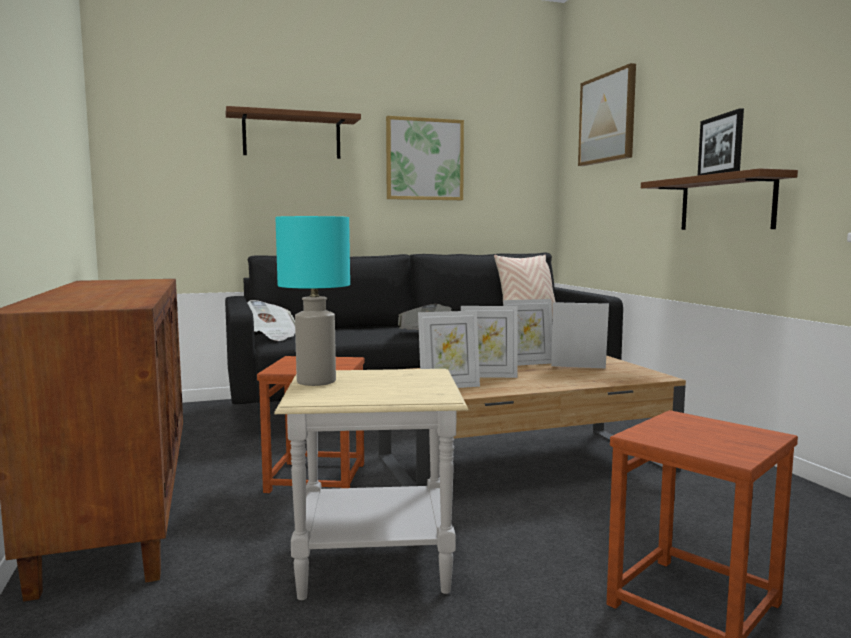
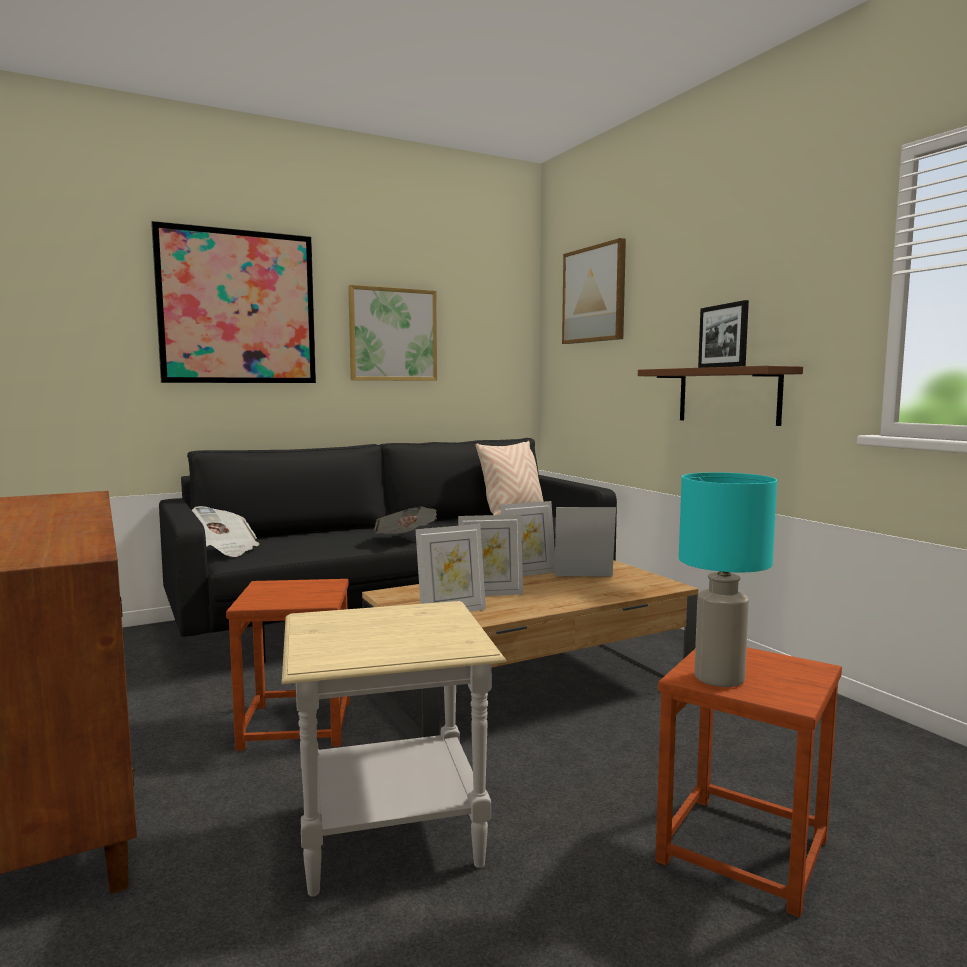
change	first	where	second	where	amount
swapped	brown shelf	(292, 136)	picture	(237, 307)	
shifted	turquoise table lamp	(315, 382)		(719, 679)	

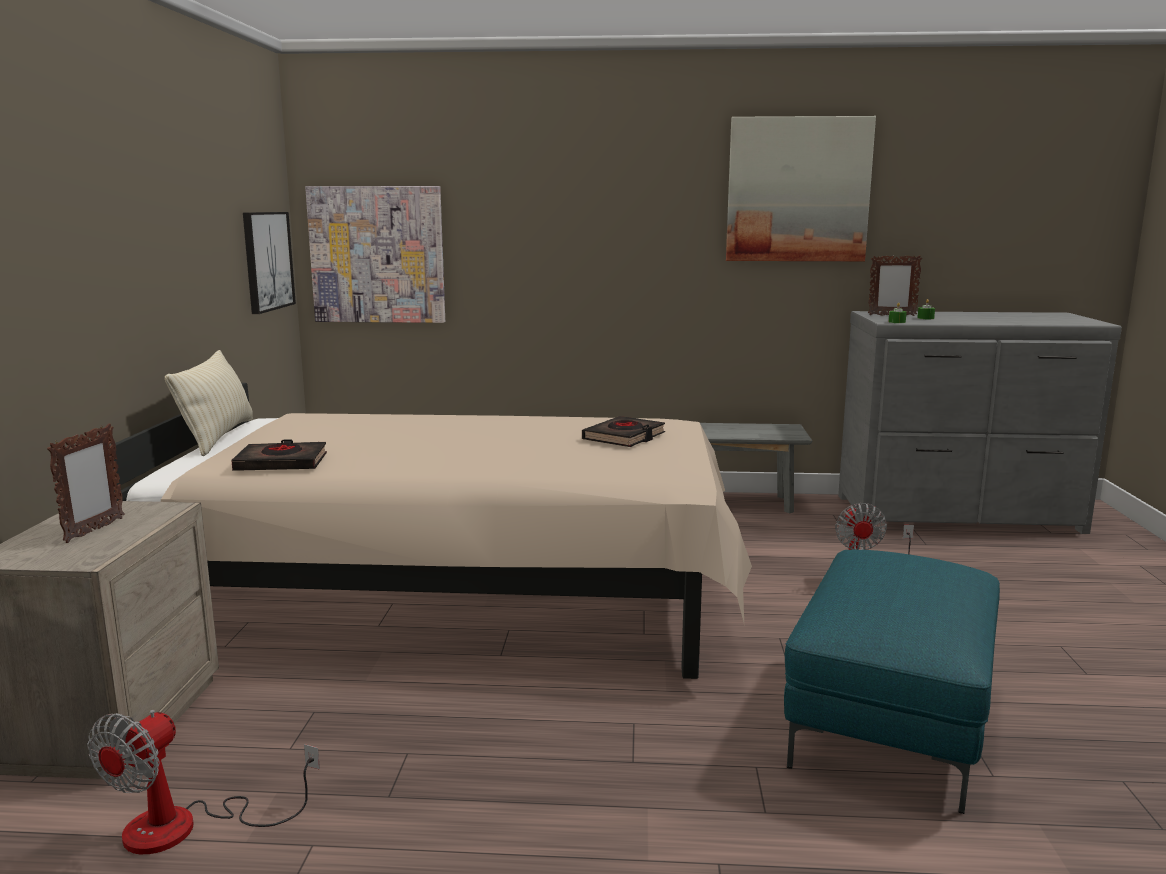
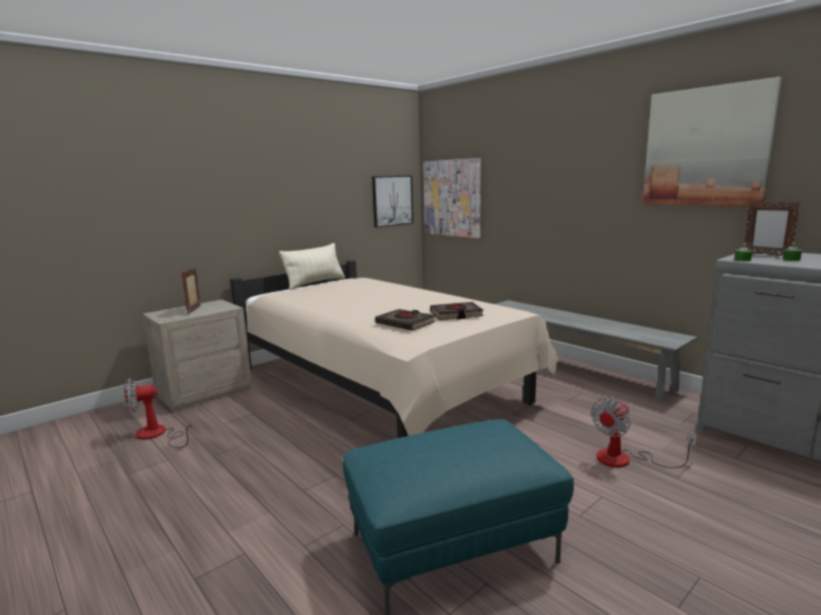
change	first	where	second	where	amount
rotated	picture frame	(94, 530)		(194, 310)	120 degrees clockwise
shifted	black book	(281, 463)		(405, 323)	

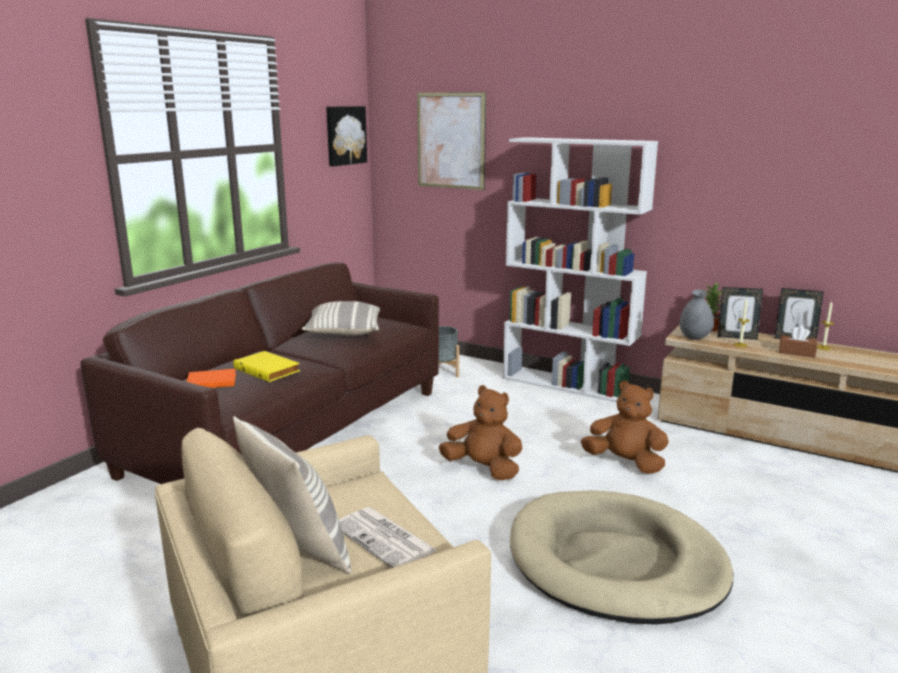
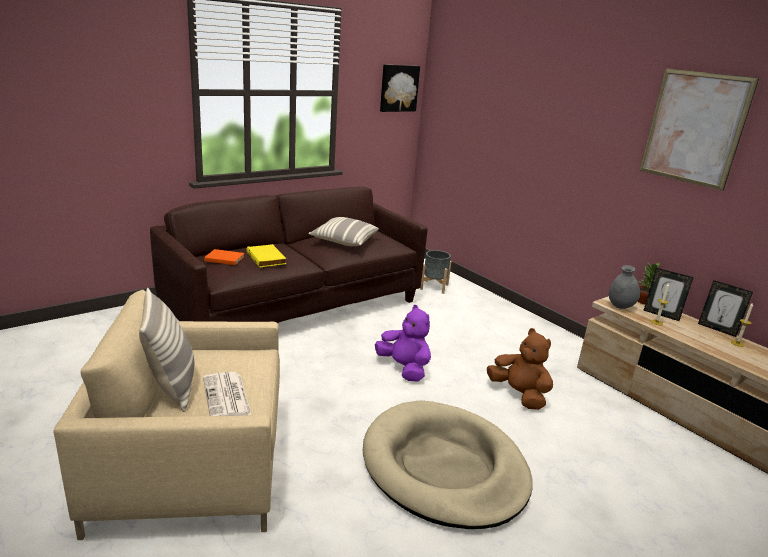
change	first	where	second	where	amount
repainted	brown plush toy	(483, 469)	purple plush toy	(404, 368)	
shifted	picture	(451, 141)		(694, 128)	
gone	white bookcase	(569, 384)			
gone	brown tissue box	(796, 352)			

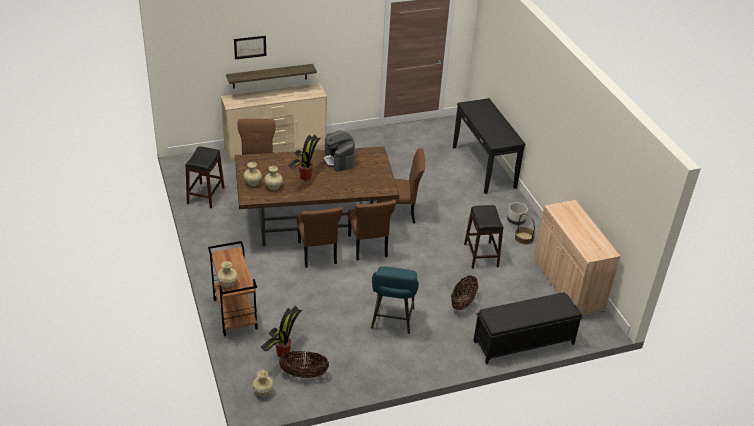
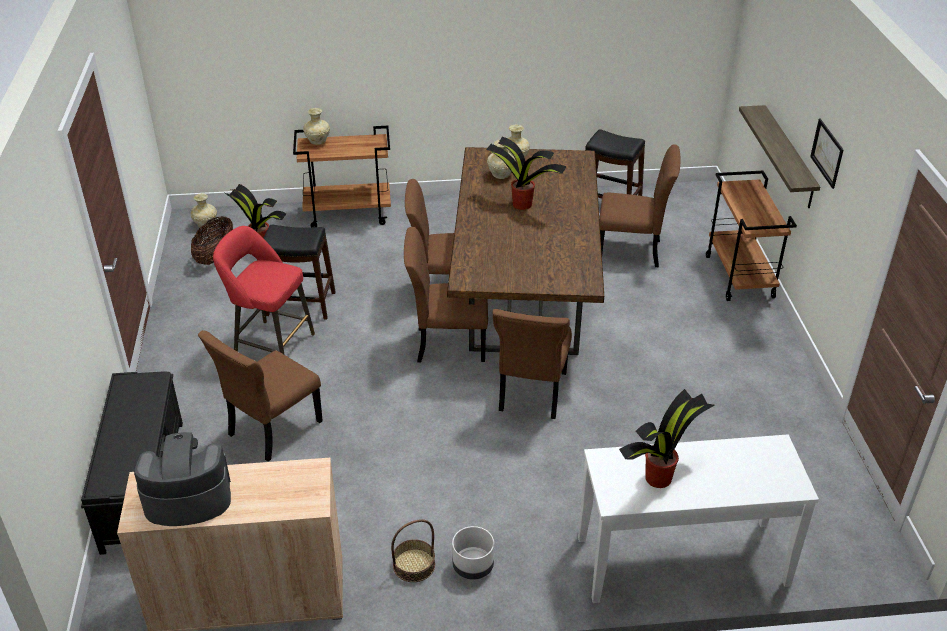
change	first	where	second	where	amount
shifted	coffee machine	(339, 160)		(187, 499)	
swapped	basket	(463, 302)	brown chair	(272, 430)	
repainted	turquoise stool	(392, 320)	red stool	(270, 344)	
shifted	black stool	(481, 255)		(301, 304)	
repainted	black console table	(484, 167)	white console table	(682, 562)	
new			potted plant	(659, 477)	
swapped	beige dresser	(276, 148)	brown cart	(740, 277)	
shifted	picture	(250, 47)		(827, 153)	

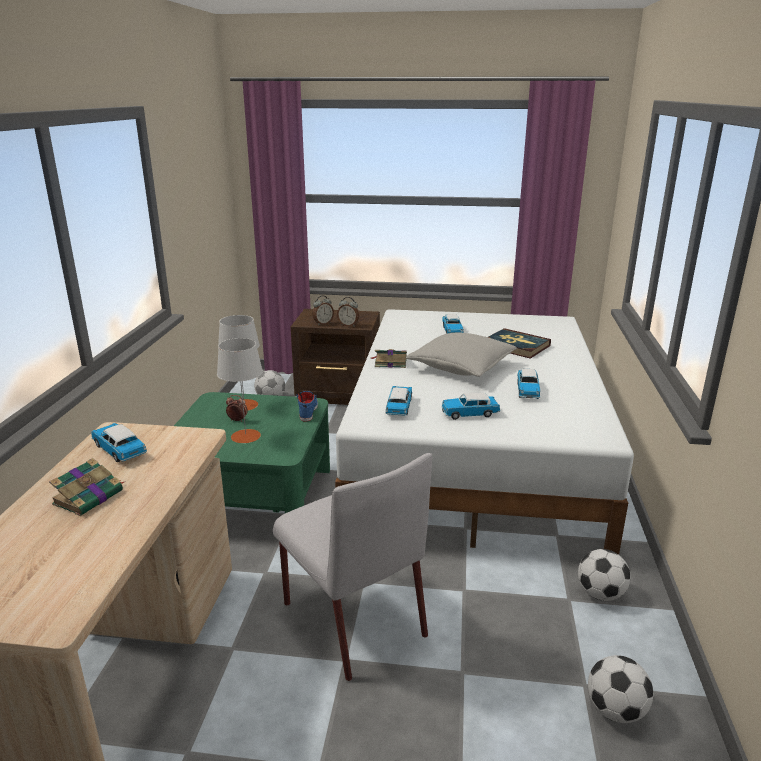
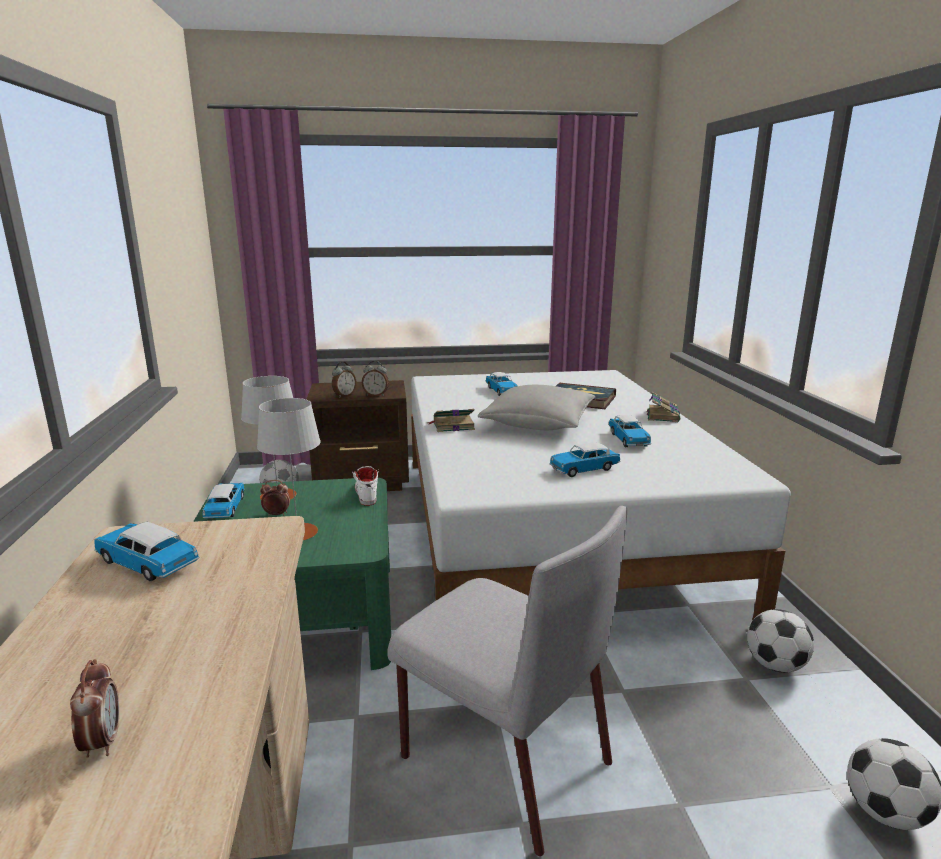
change	first	where	second	where	amount
new			alarm clock	(102, 742)	
shifted	toy car	(399, 407)		(225, 508)	
repainted	blue shoe	(308, 411)	white shoe	(366, 493)	
shifted	book	(90, 497)		(662, 415)	

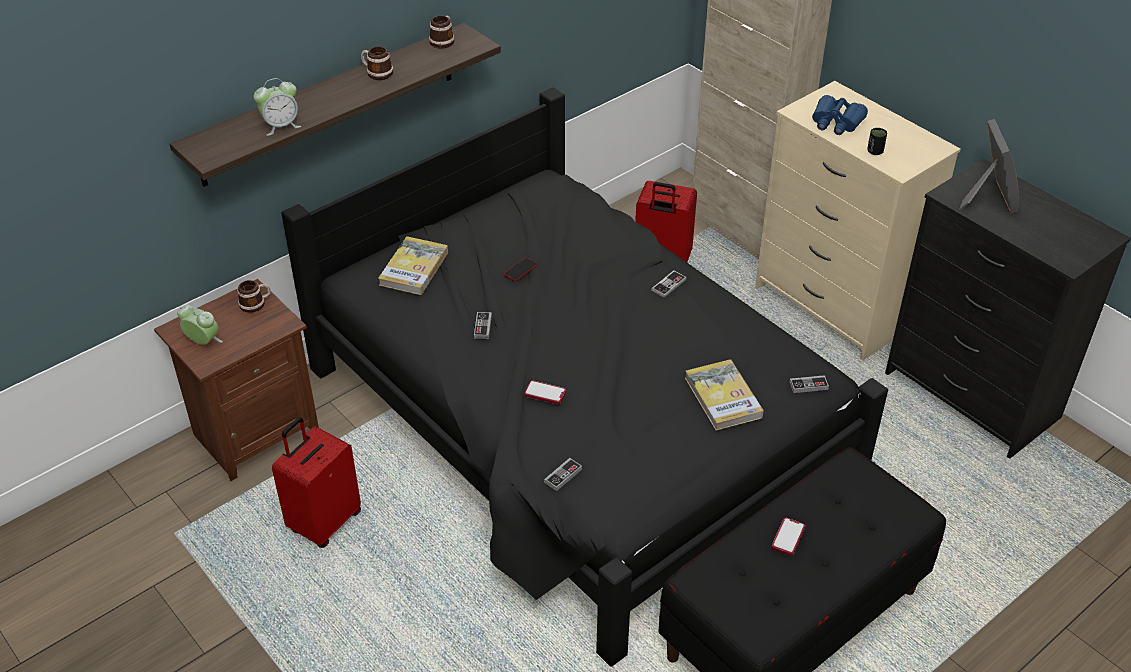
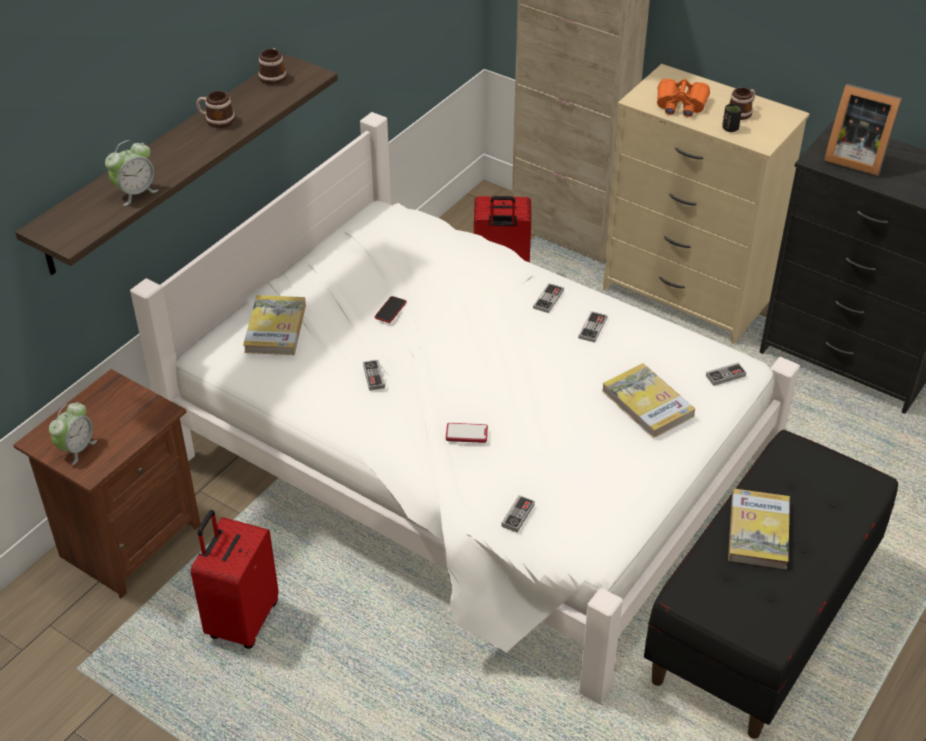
change	first	where	second	where	amount
rotated	alarm clock	(203, 342)		(76, 449)	105 degrees clockwise
repainted	black bed	(578, 423)	white bed	(474, 461)	
new			game controller	(592, 328)	
repainted	blue binoculars	(836, 122)	orange binoculars	(681, 105)	
swapped	phone	(788, 537)	book	(758, 531)	
shifted	mug	(256, 303)		(741, 112)	
rotated	picture frame	(987, 198)		(854, 157)	135 degrees clockwise

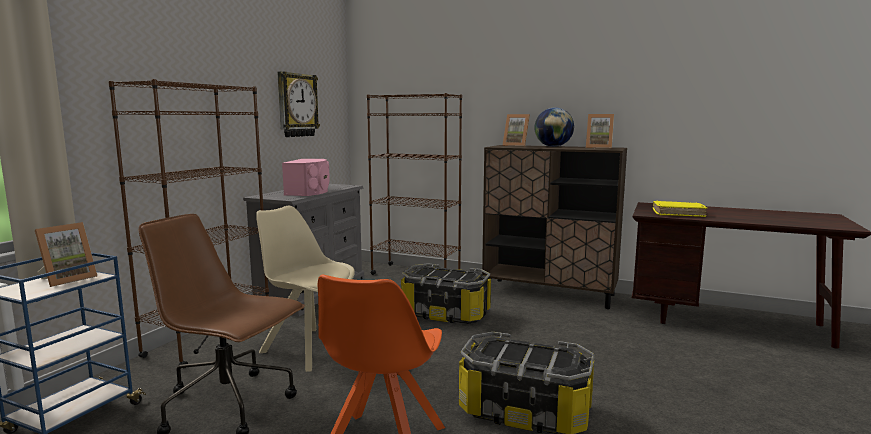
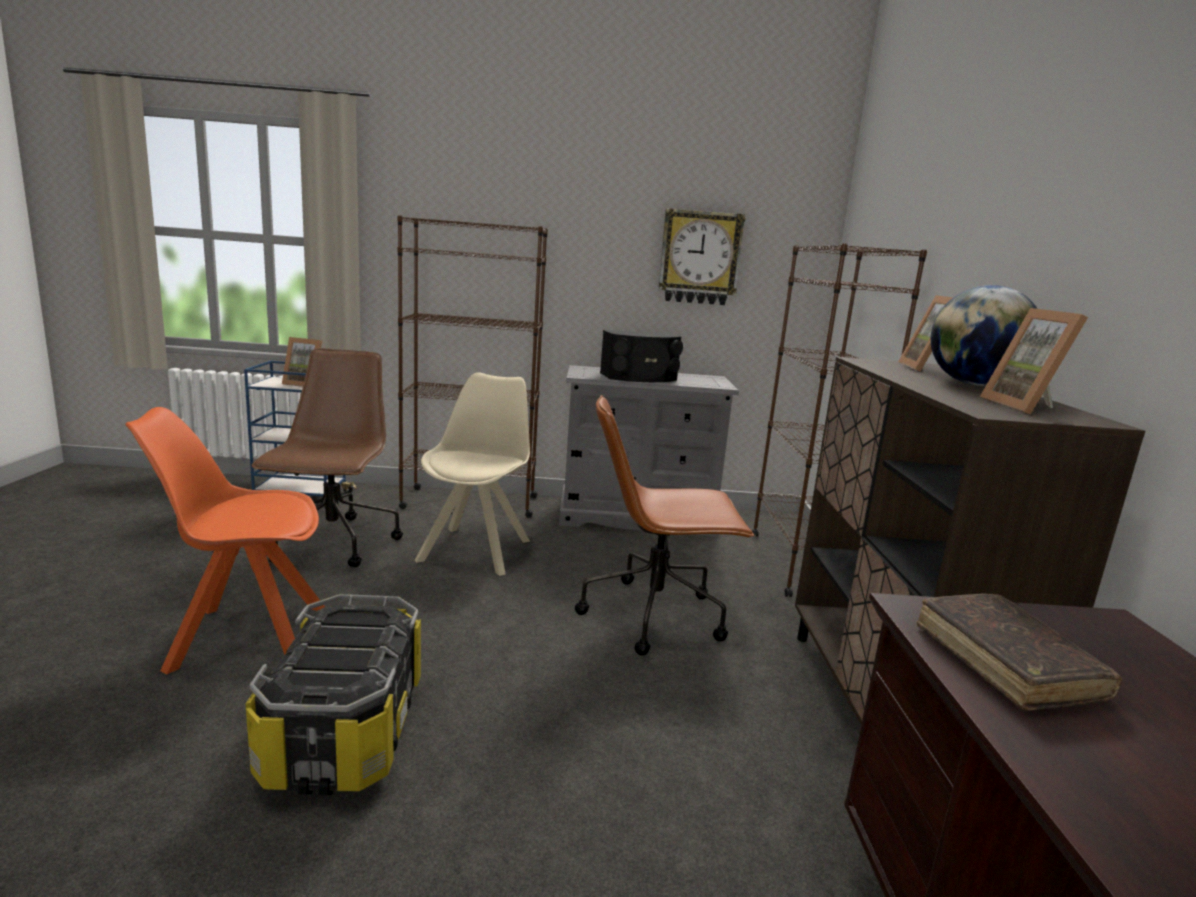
change	first	where	second	where	amount
swapped	storage box	(445, 314)	brown office chair	(656, 615)	
repainted	pink speaker	(309, 192)	black speaker	(640, 377)	
repainted	yellow book	(678, 214)	brown book	(1006, 663)	

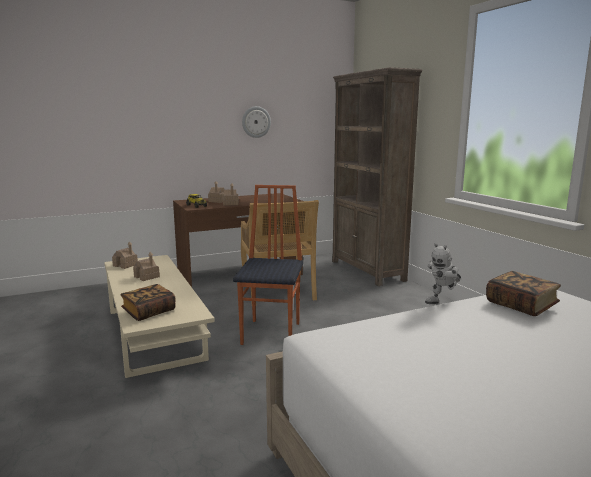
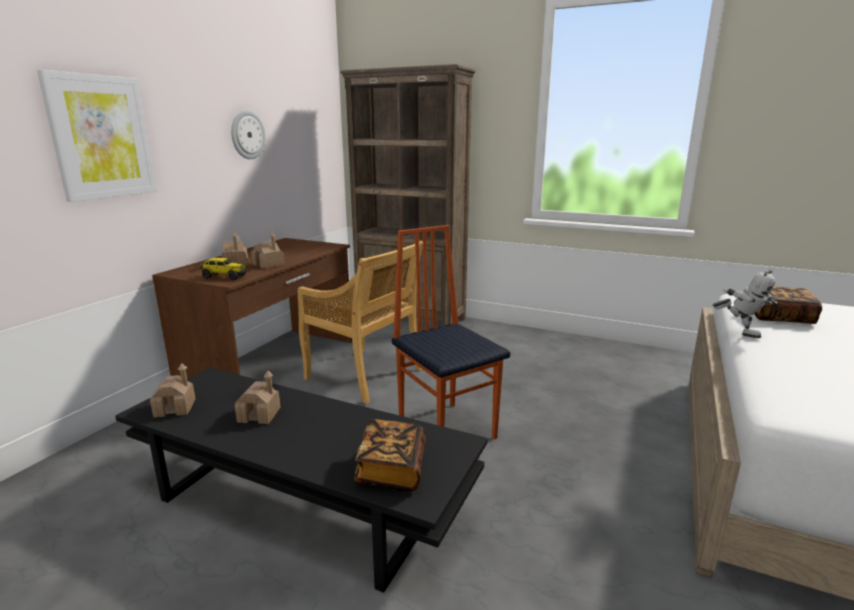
change	first	where	second	where	amount
new			picture	(101, 137)	
repainted	beige coffee table	(154, 334)	black coffee table	(302, 500)	
rotated	toy robot	(442, 302)		(739, 332)	45 degrees counterclockwise

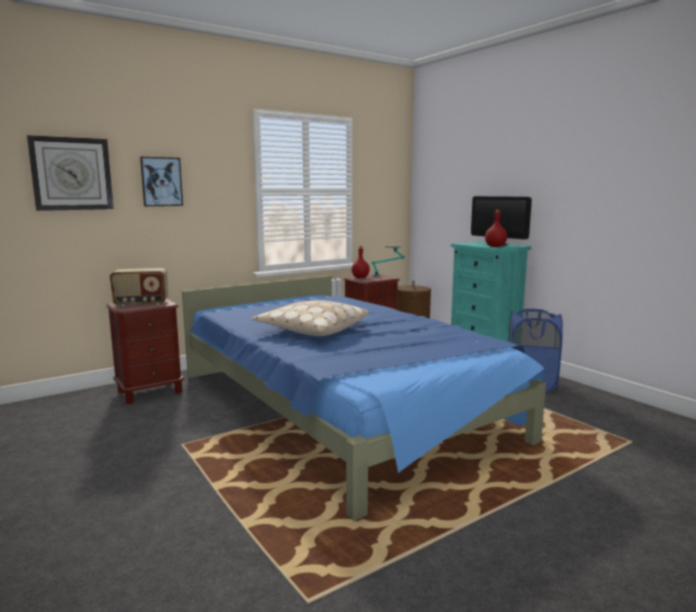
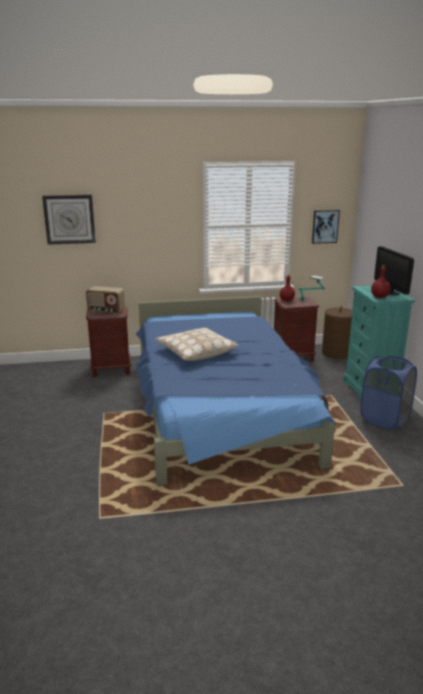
change	first	where	second	where	amount
shifted	picture	(161, 181)		(325, 226)	

